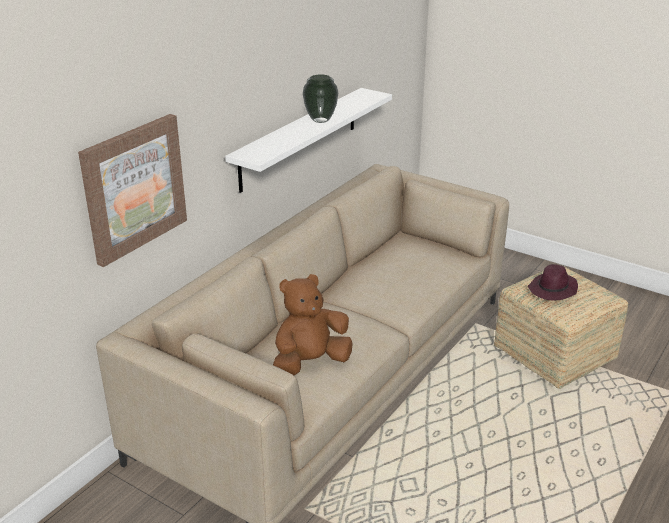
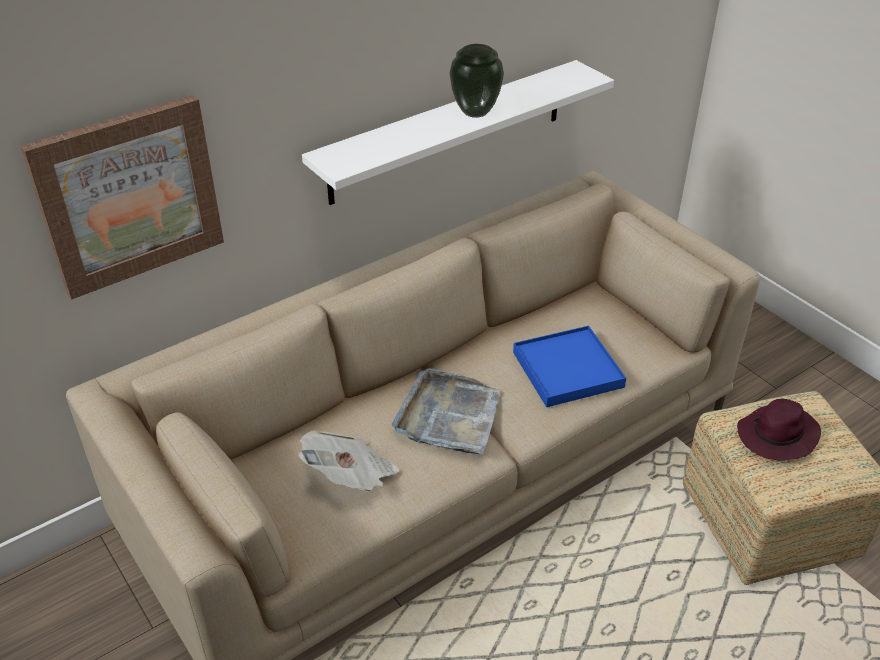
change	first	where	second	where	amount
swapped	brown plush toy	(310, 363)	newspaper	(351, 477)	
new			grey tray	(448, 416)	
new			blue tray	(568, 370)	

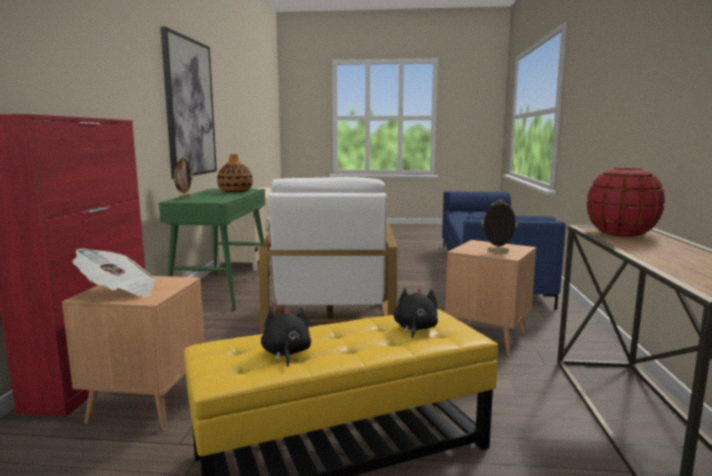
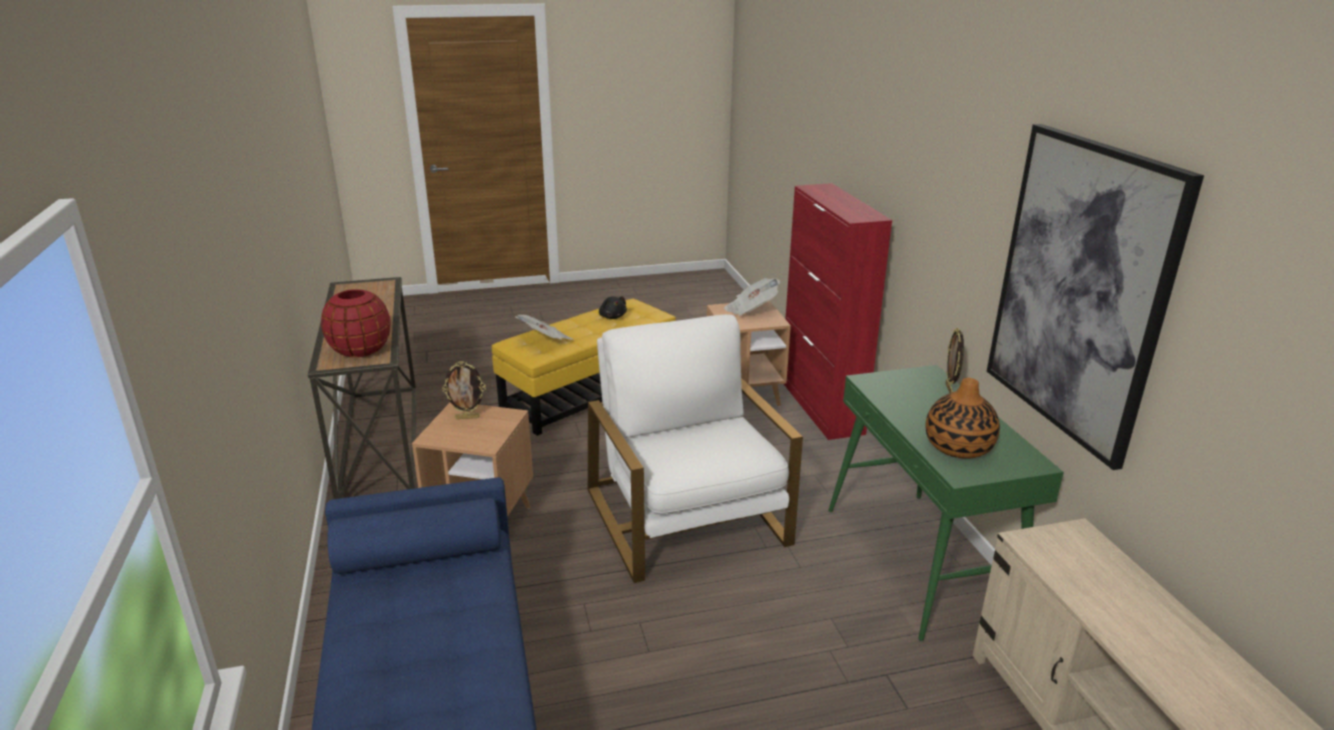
change	first	where	second	where	amount
swapped	black plush toy	(415, 328)	newspaper	(545, 341)	

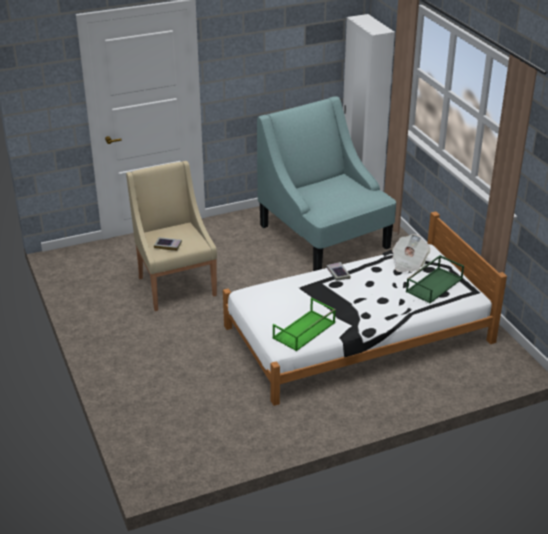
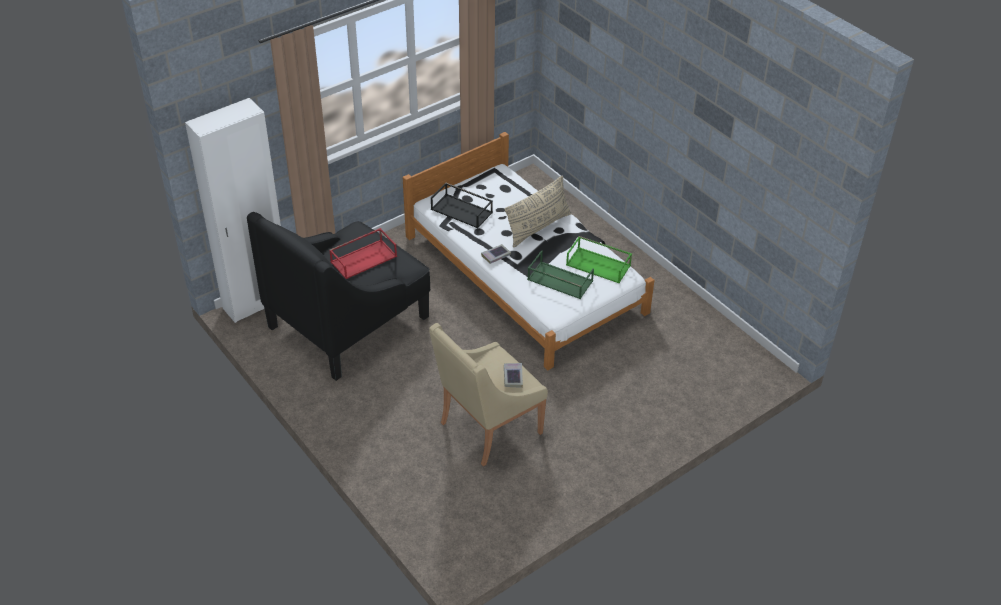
change	first	where	second	where	amount
repainted	turquoise armchair	(324, 236)	black armchair	(349, 321)	
new			red tray	(364, 258)	
swapped	newspaper	(408, 263)	black tray	(462, 211)	
new			beige pillow	(538, 227)	
shifted	green tray	(434, 284)		(559, 280)	

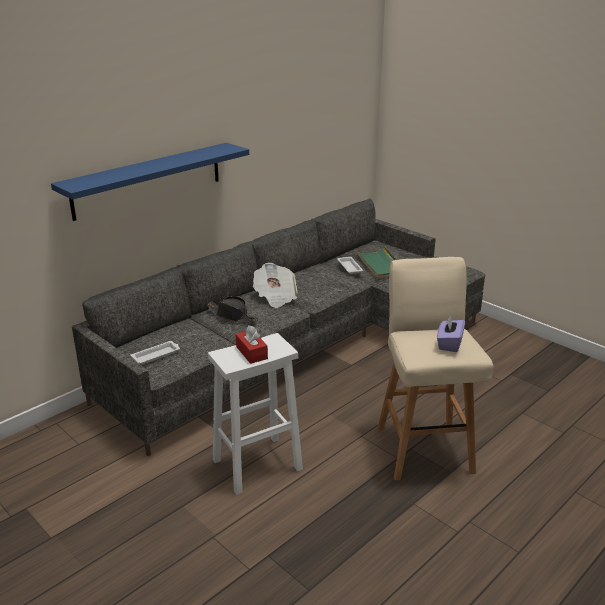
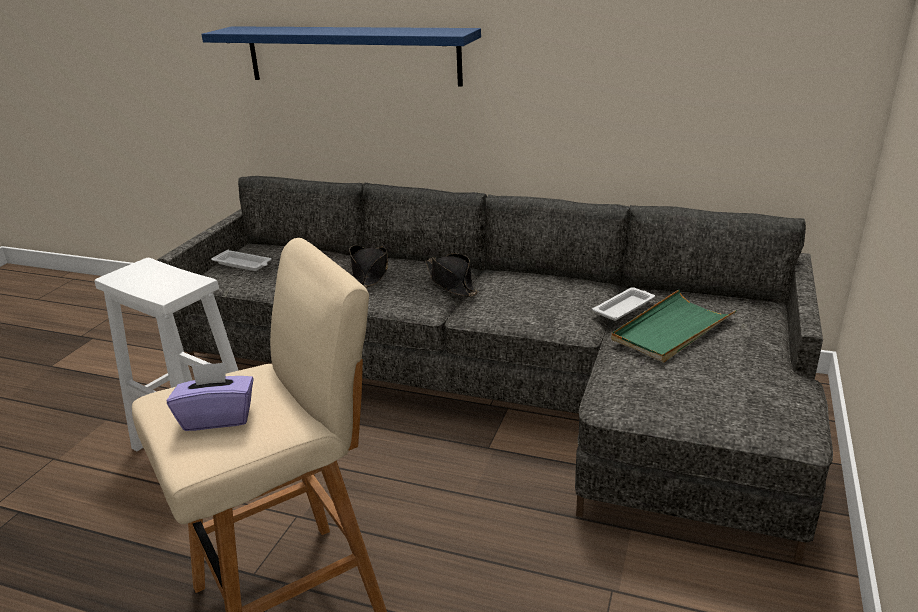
change	first	where	second	where	amount
swapped	newspaper	(275, 296)	black hat	(451, 282)	
gone	red tissue box	(251, 353)			

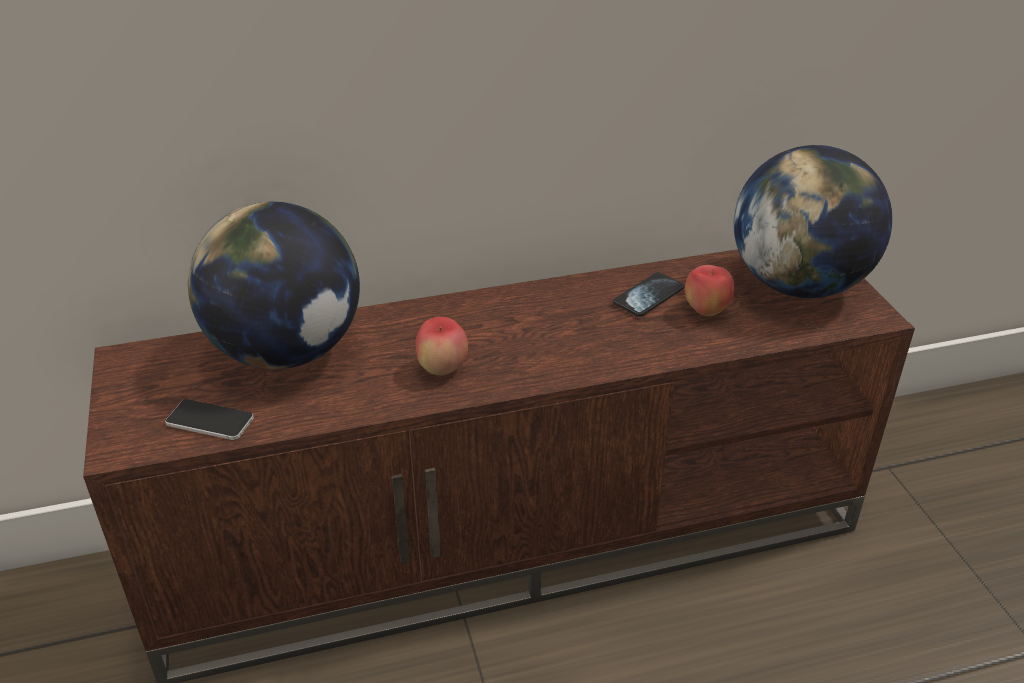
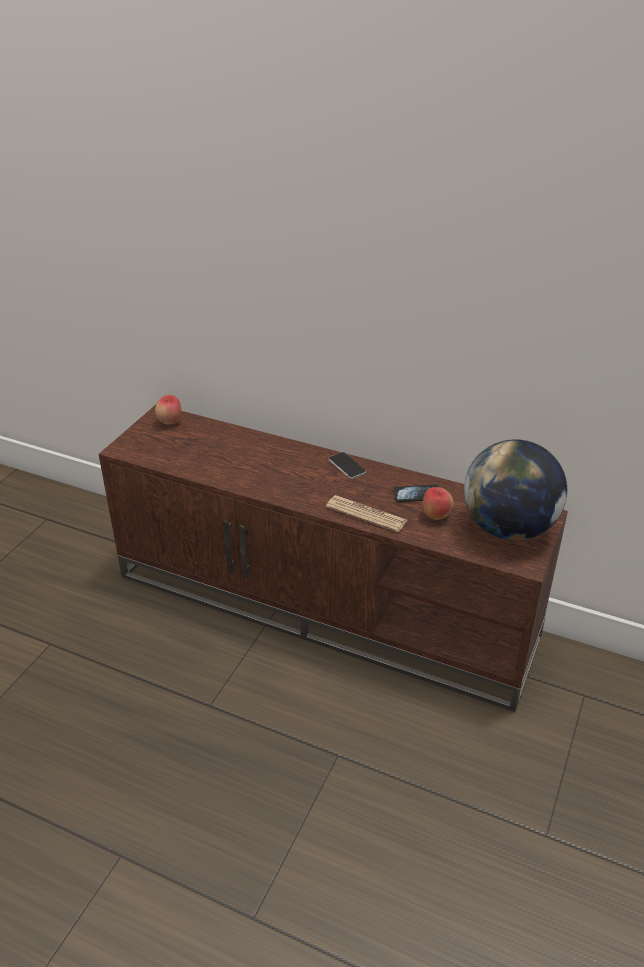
change	first	where	second	where	amount
shifted	apple	(442, 369)		(170, 422)	
new			newspaper	(366, 514)	
shifted	phone	(210, 421)		(347, 466)	
gone	globe	(287, 351)			

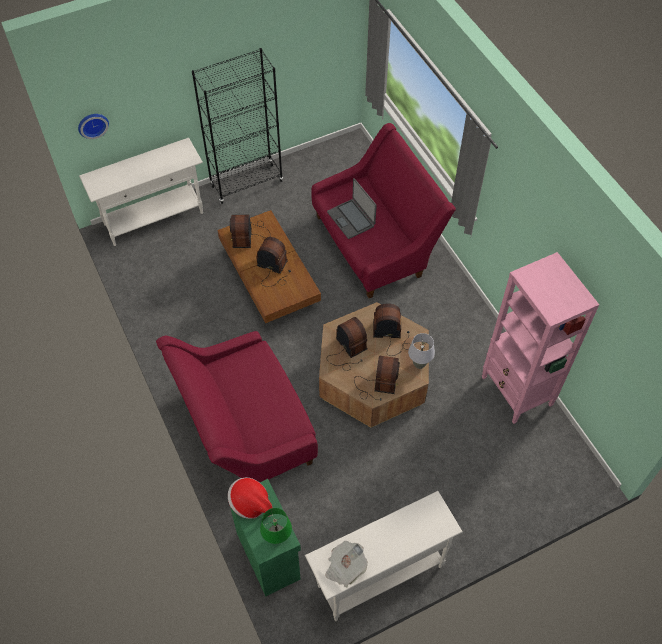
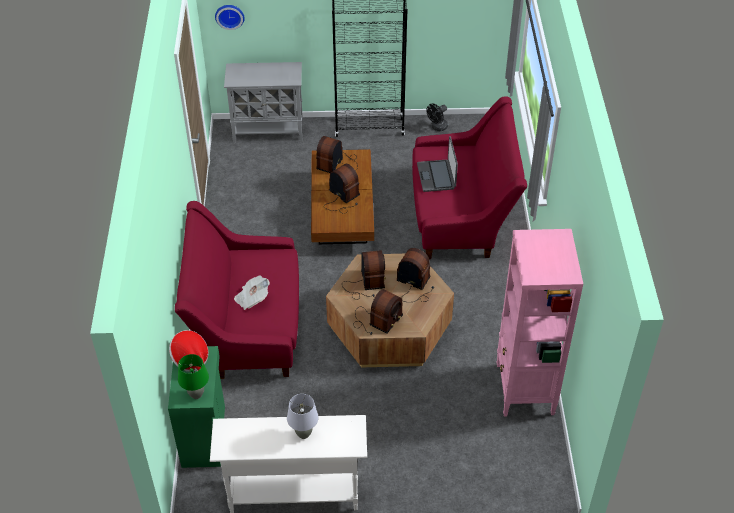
change	first	where	second	where	amount
swapped	white console table	(154, 219)	grey cabinet	(269, 130)	
shifted	newspaper	(345, 567)		(252, 298)	
shifted	grey table lamp	(419, 364)		(303, 434)	
new			black fan	(437, 127)	

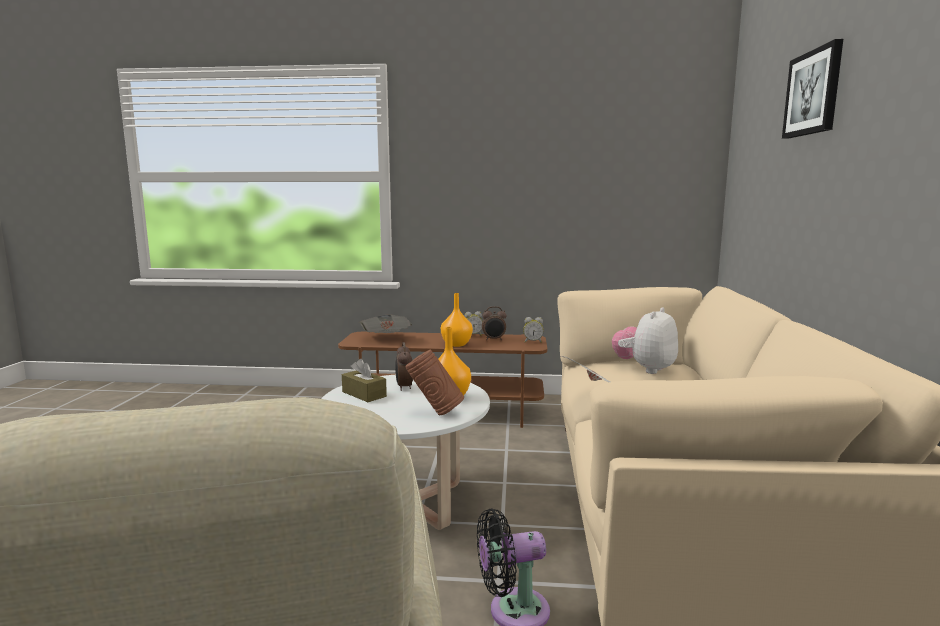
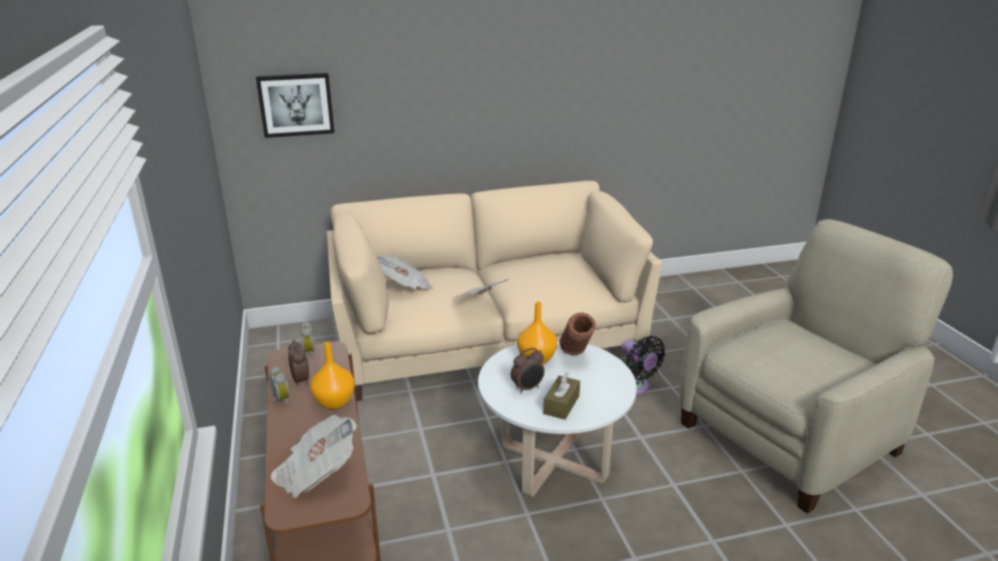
change	first	where	second	where	amount
shifted	picture	(813, 93)		(296, 104)	
swapped	plush toy	(645, 369)	newspaper	(405, 286)	

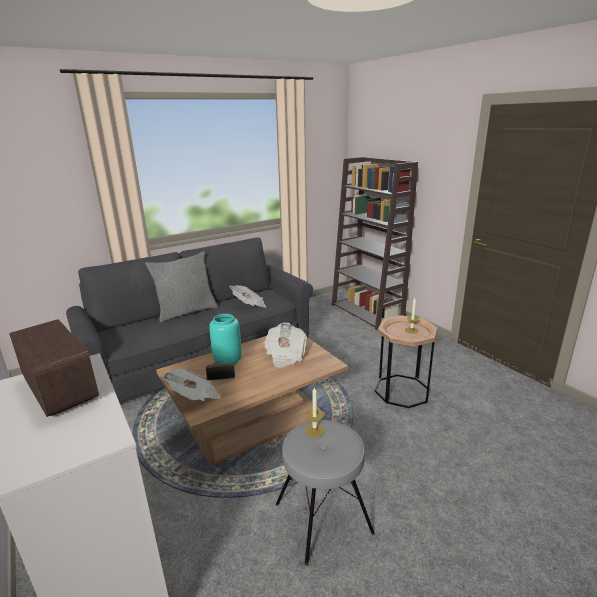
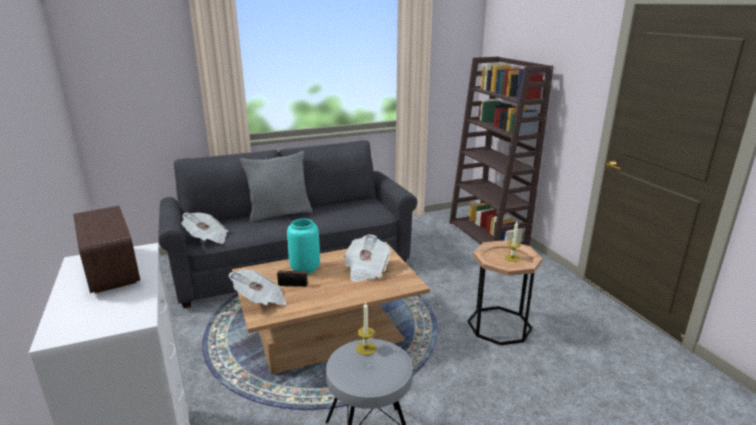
change	first	where	second	where	amount
shifted	newspaper	(249, 305)		(207, 238)	

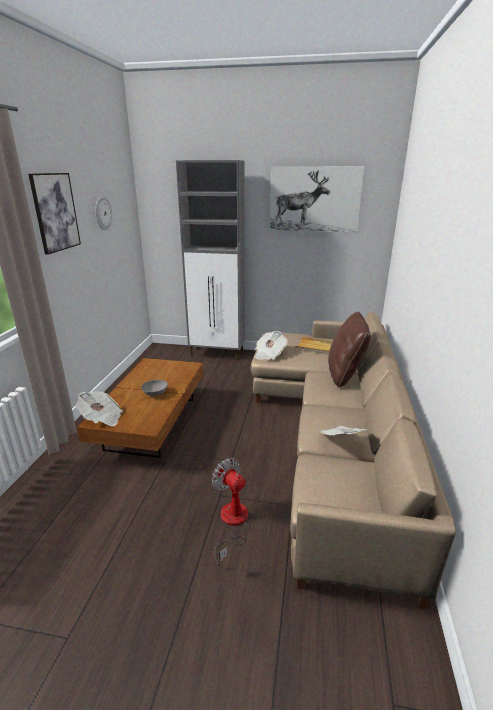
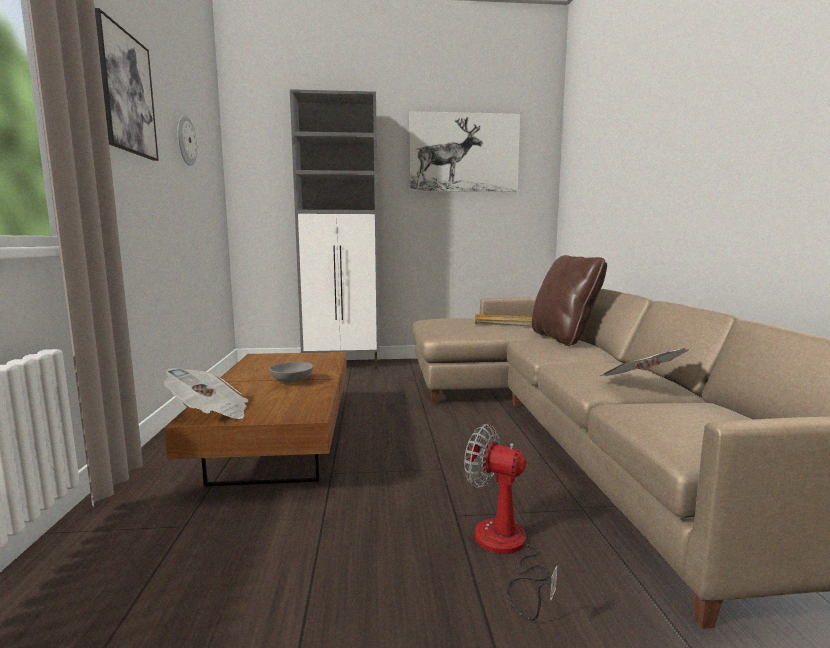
change	first	where	second	where	amount
gone	newspaper	(269, 354)			

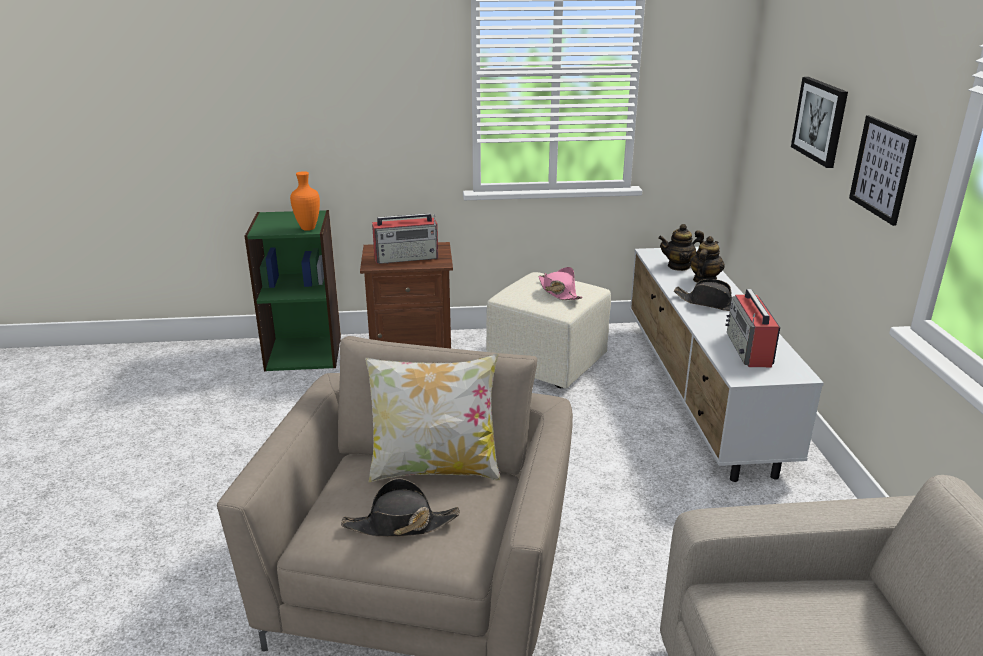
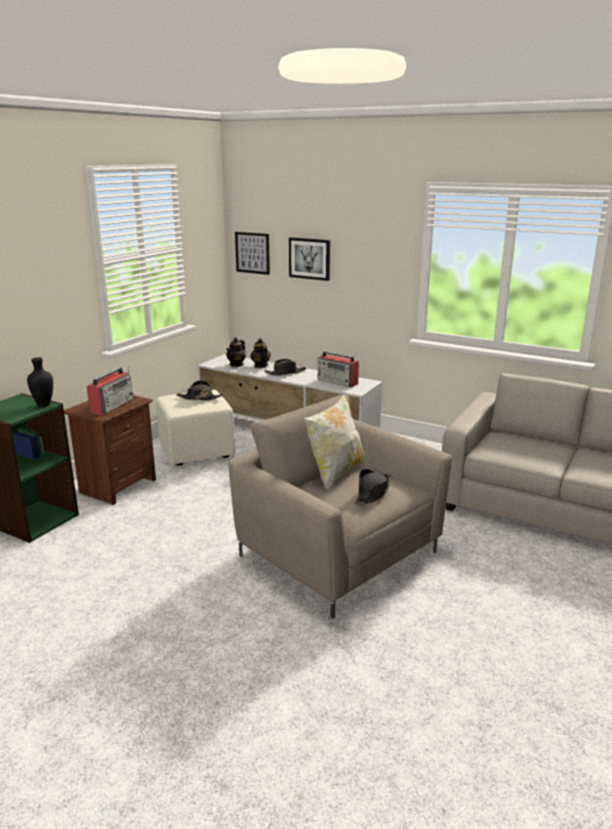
change	first	where	second	where	amount
repainted	orange vase	(309, 228)	black vase	(44, 404)	
repainted	pink hat	(559, 292)	black hat	(200, 398)	
shifted	picture	(882, 169)		(252, 253)	

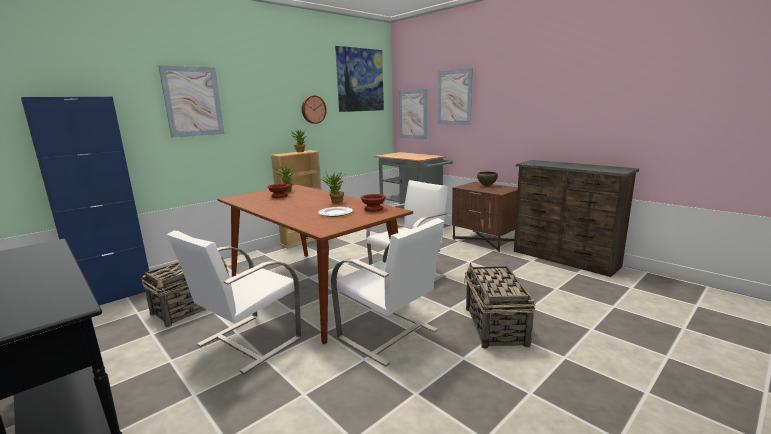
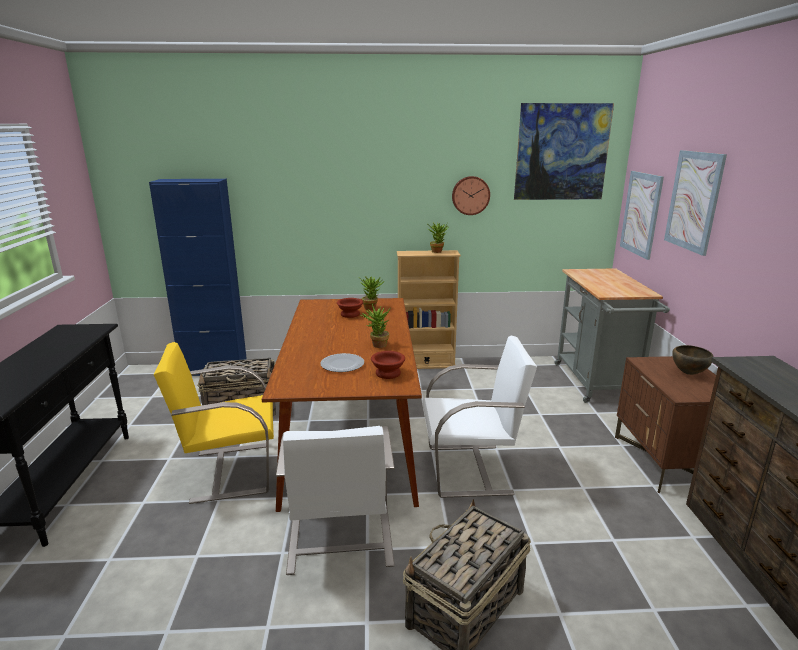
change	first	where	second	where	amount
repainted	white chair	(247, 342)	yellow chair	(230, 471)	
gone	picture	(193, 101)			

